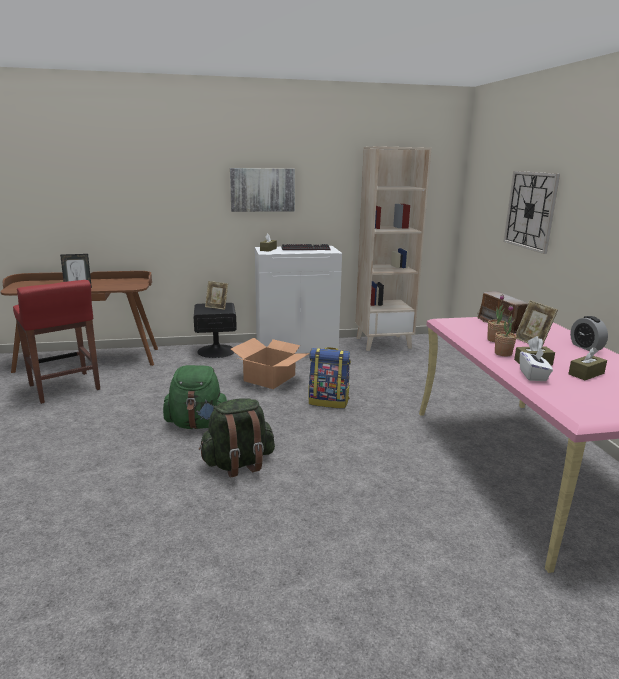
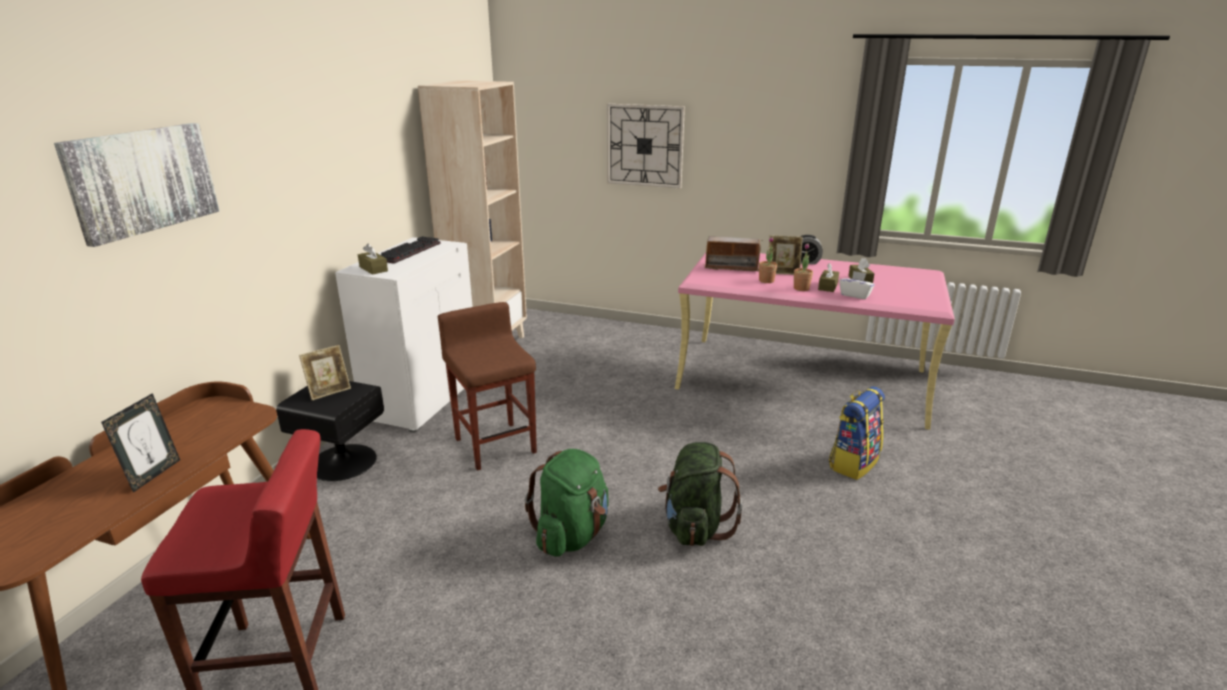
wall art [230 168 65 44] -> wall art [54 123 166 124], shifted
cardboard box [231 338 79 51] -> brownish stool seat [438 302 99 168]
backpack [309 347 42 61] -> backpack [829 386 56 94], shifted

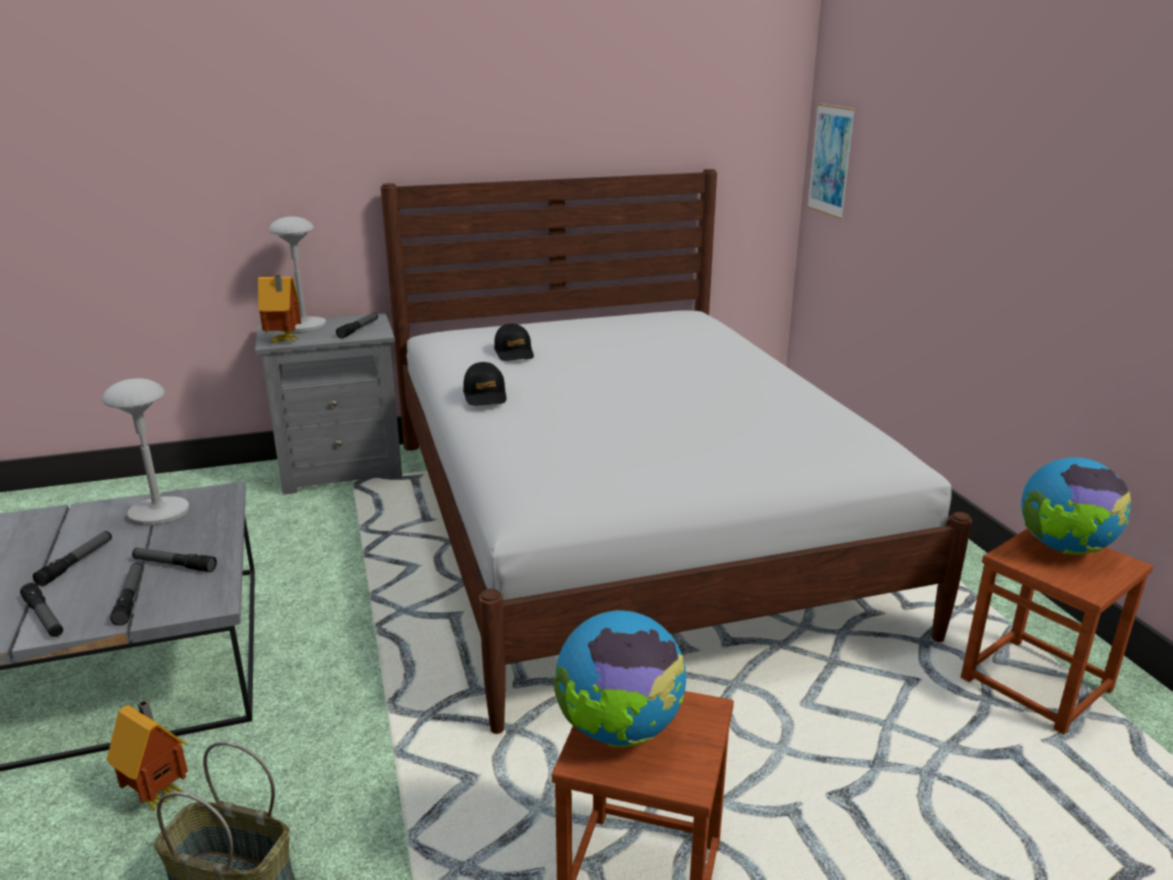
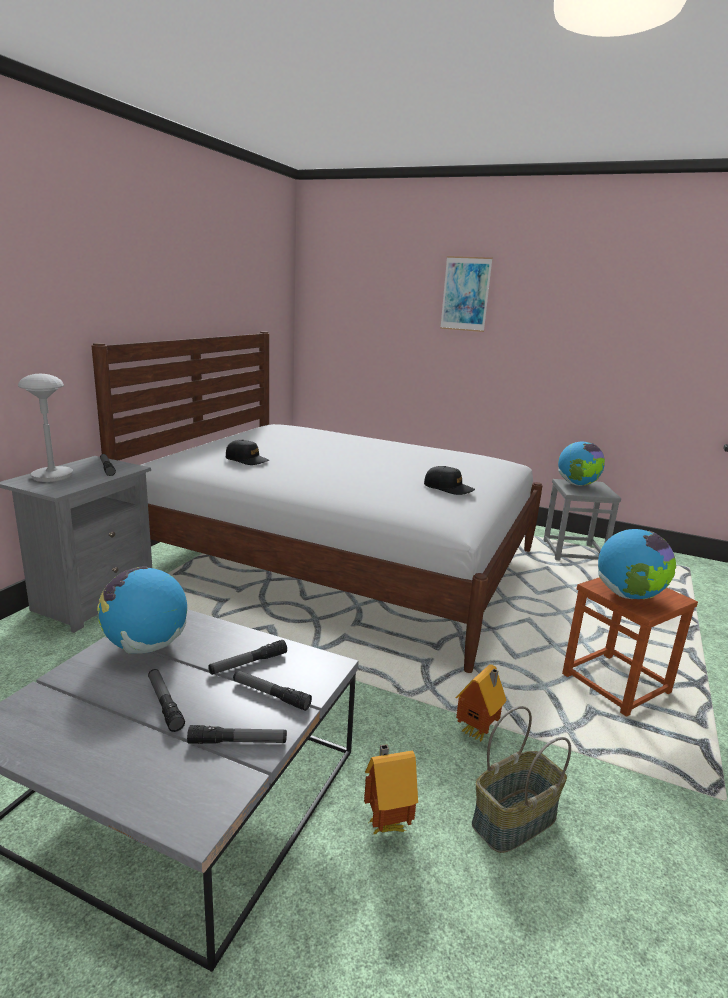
wall art [807 103 49 116] -> wall art [440 256 53 76], shifted
miniature house [258 275 43 68] -> miniature house [455 664 51 77], shifted
blackish cap [463 362 43 44] -> blackish cap [424 466 51 29], shifted
gray tabletop lamp [102 378 87 147] -> globe [97 566 90 88]
brownish stool seat [961 528 192 206] -> gray stool seat [543 479 78 81]

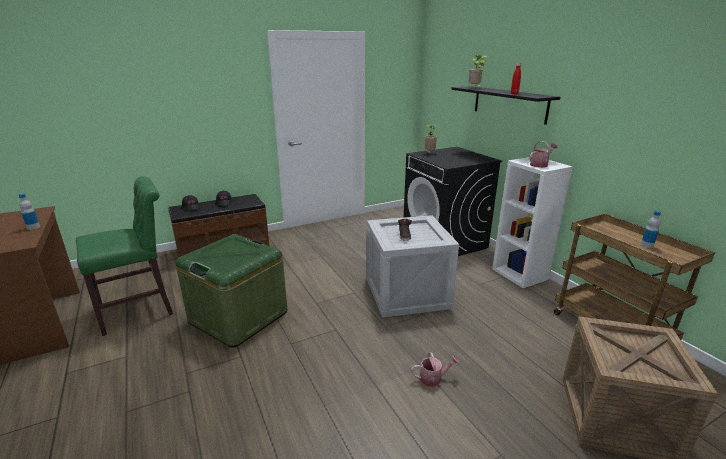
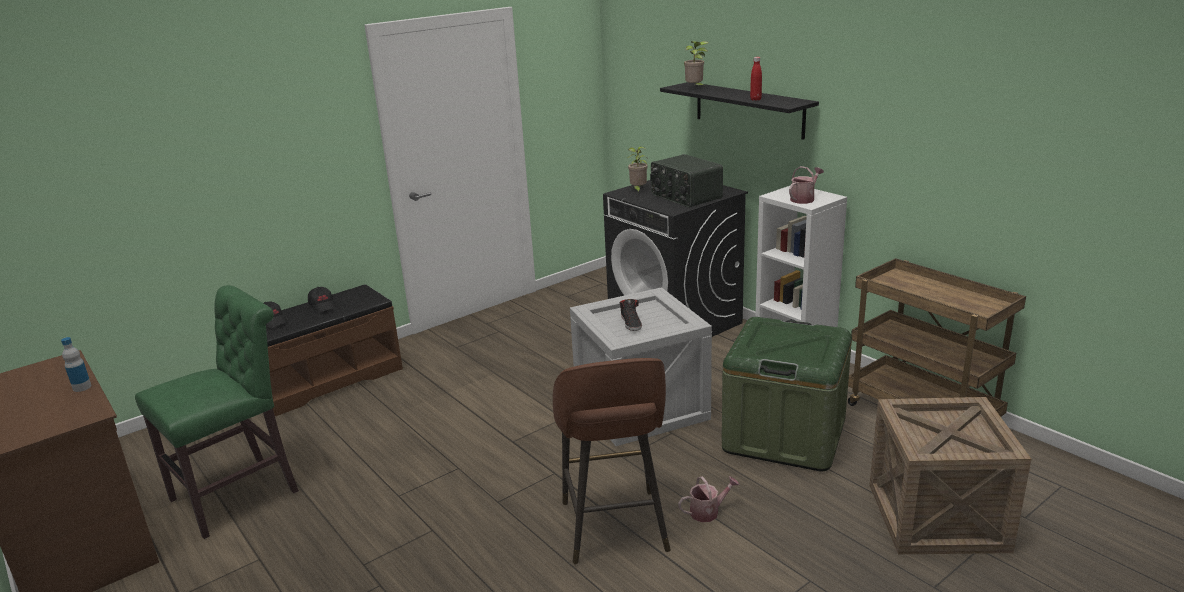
drink bottle [641 210 20 38] -> none
green storage box [176 234 111 113] -> green storage box [722 317 130 155], shifted
none -> radio [650 154 73 53]
none -> brownish stool seat [553 358 118 206]

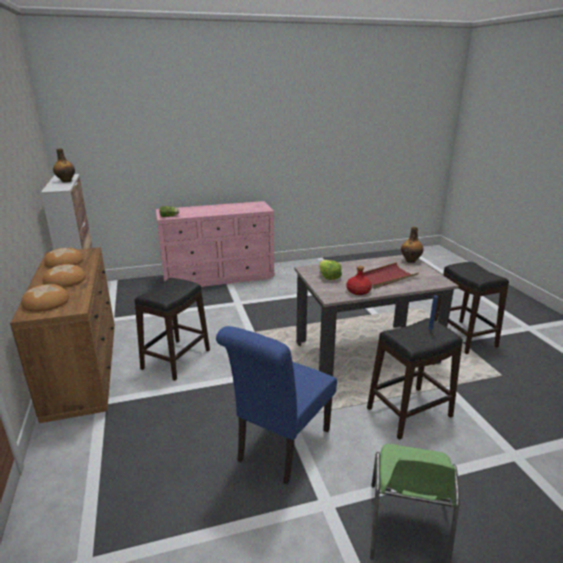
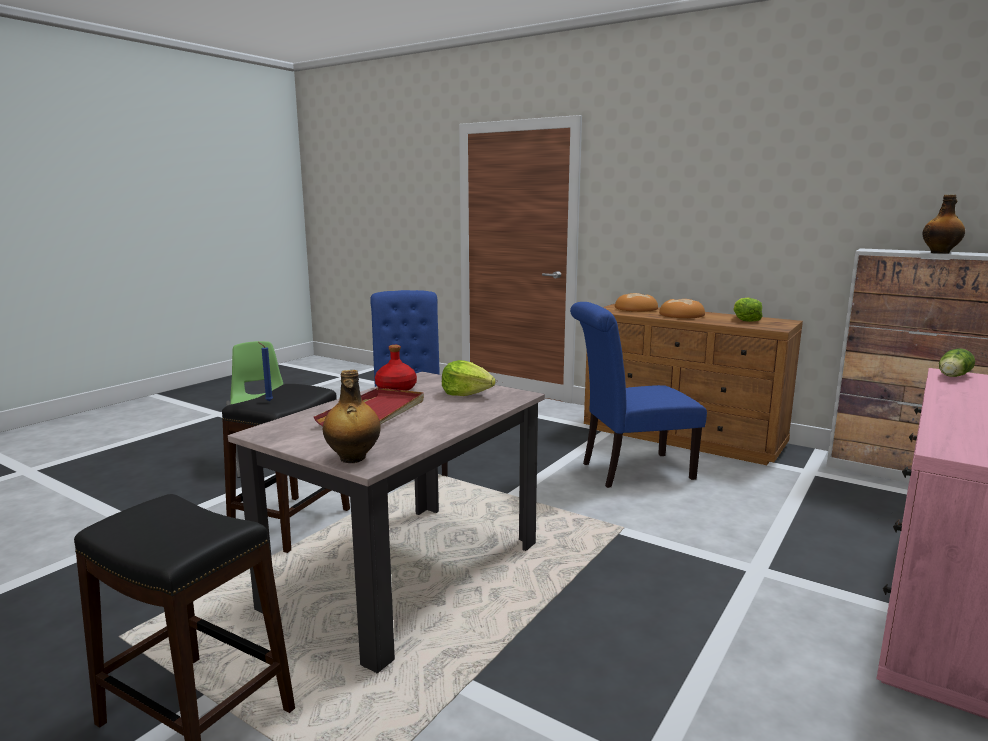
bread [44 248 39 20] -> lettuce [733 298 30 24]
blackish stool seat [135 278 75 103] -> blue chair [570 302 137 186]

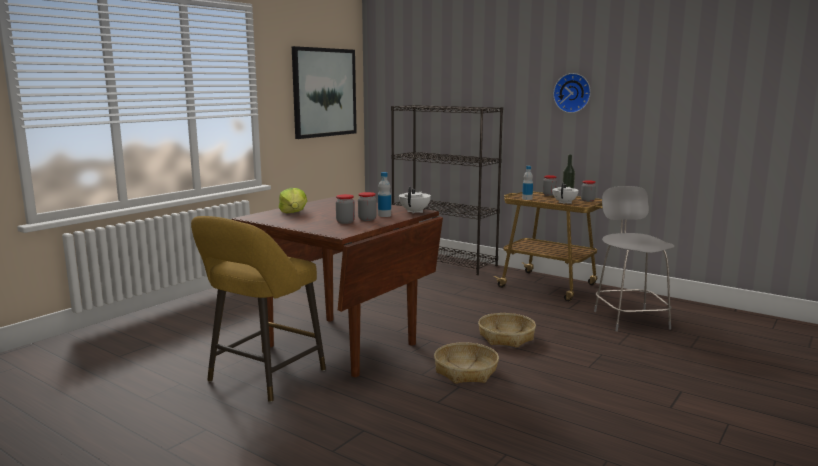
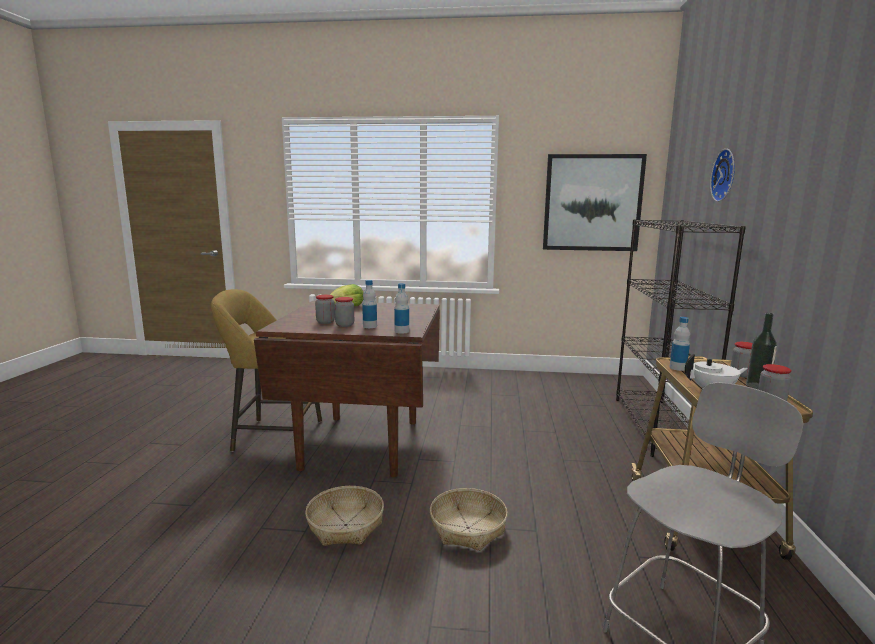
clock on the wall [553 73 38 40] -> clock on the wall [710 149 25 53], shifted
white-coloured pot for tea [399 187 32 27] -> drink bottle [394 283 15 51]

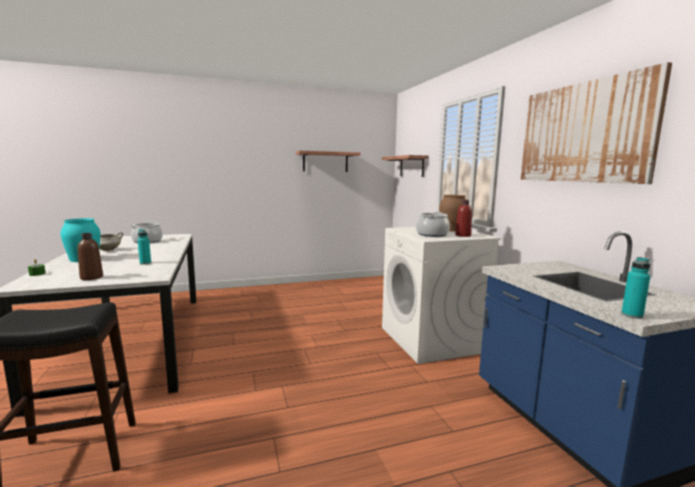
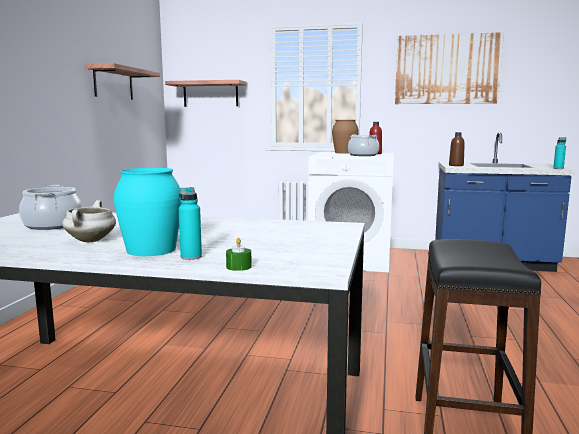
blue-green drink bottle [138 229 13 36] -> blue-green drink bottle [179 187 23 73], shifted
brownish drink bottle [77 233 26 47] -> brownish drink bottle [449 132 16 34], shifted

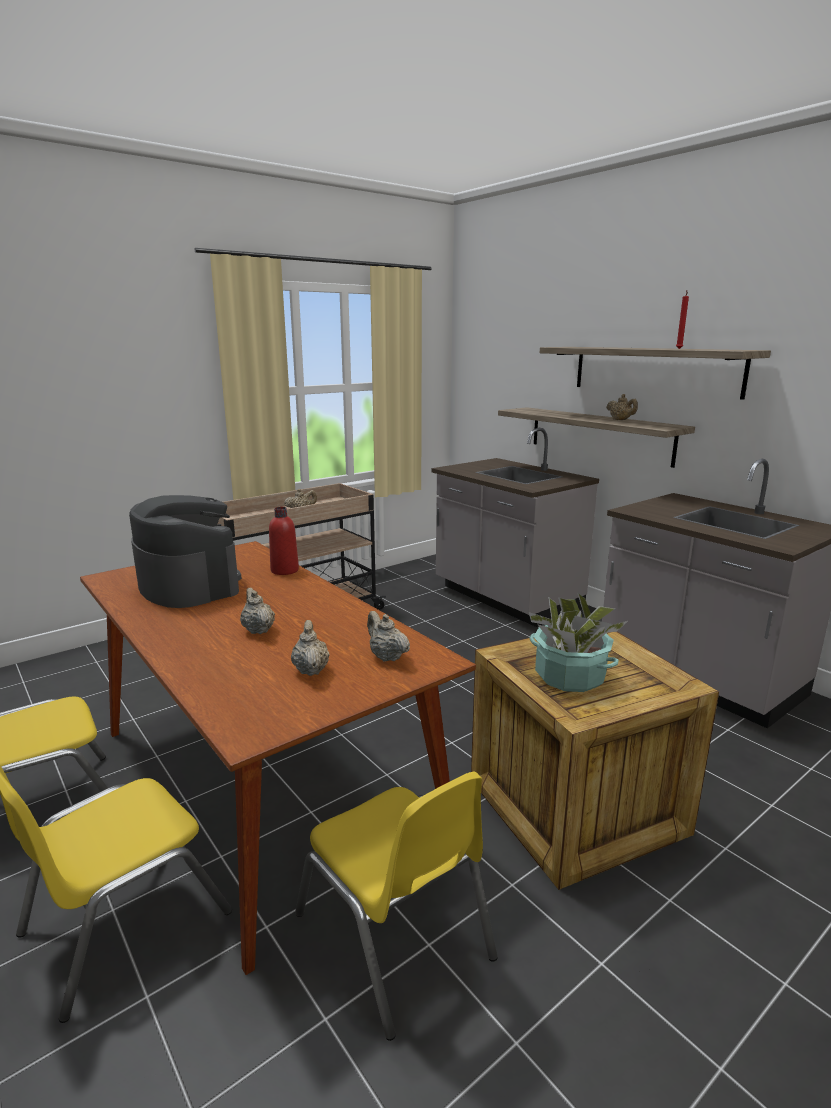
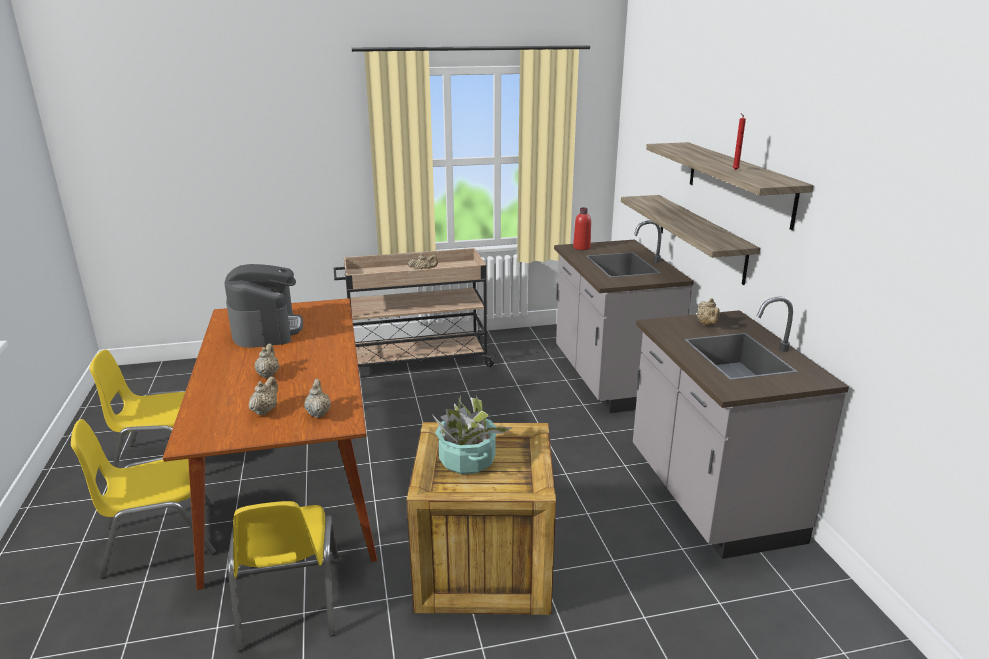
beige-coloured pot for tea [606 394 32 26] -> beige-coloured pot for tea [697 298 23 28], shifted
red drink bottle [269 507 30 68] -> red drink bottle [573 207 18 43], shifted

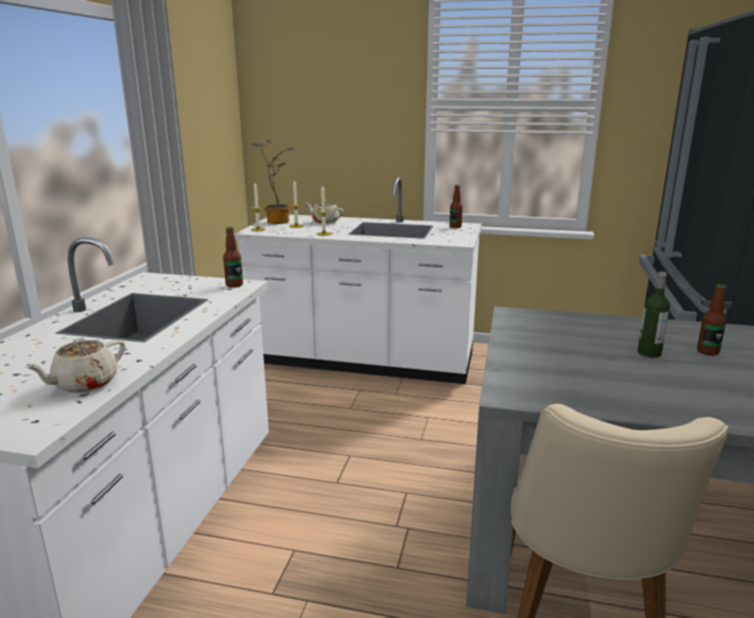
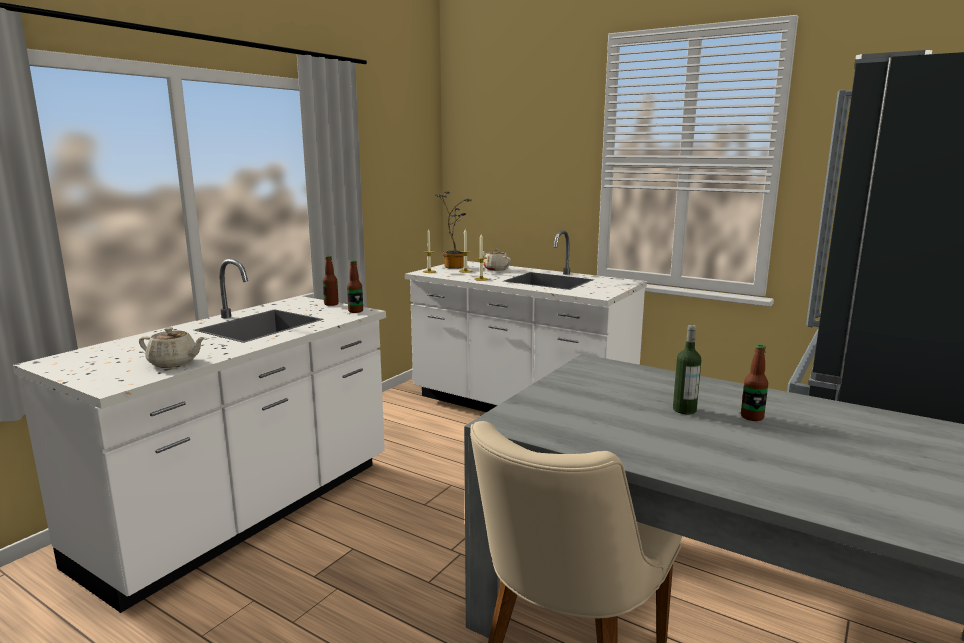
drink bottle [450 185 13 43] -> drink bottle [323 255 16 51], shifted
beige-coloured pot for tea [25 338 100 55] -> beige-coloured pot for tea [139 327 67 41], 135 degrees counterclockwise

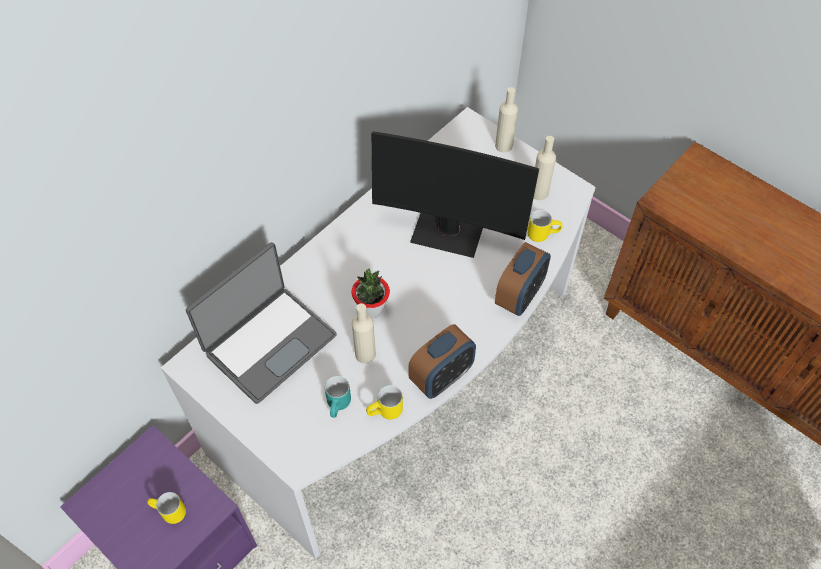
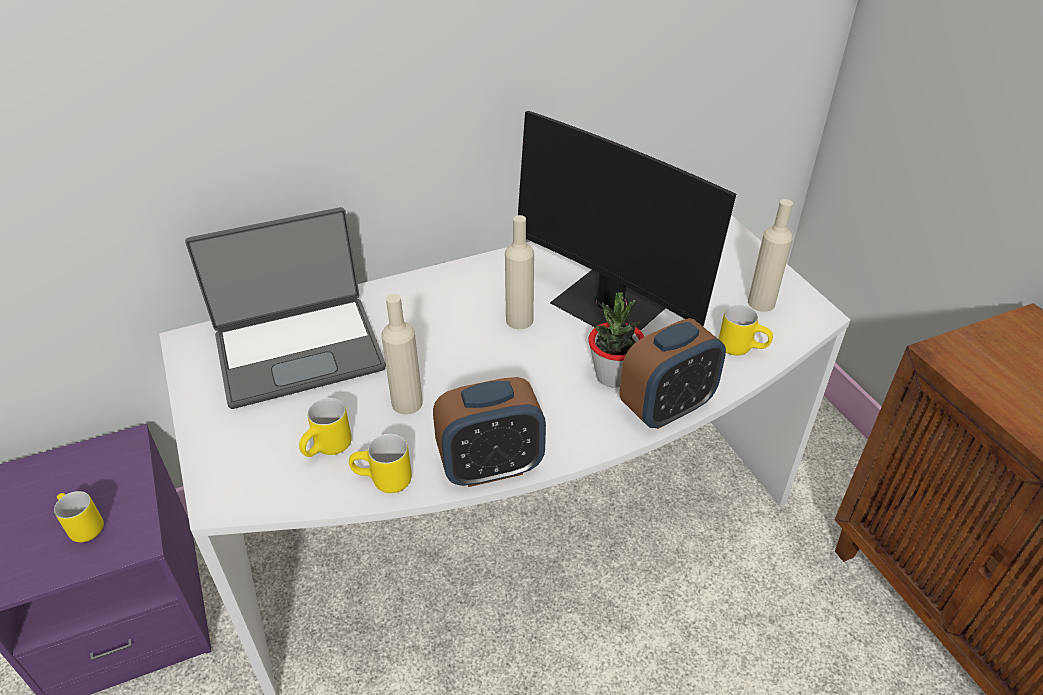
beige-coloured drink bottle [495 87 23 66] -> beige-coloured drink bottle [505 215 29 114], shifted
plant in a pot [352 269 38 49] -> plant in a pot [588 292 56 96], shifted
blue-green coffee mug [325 376 26 42] -> yellowish coffee mug [299 398 53 59]

